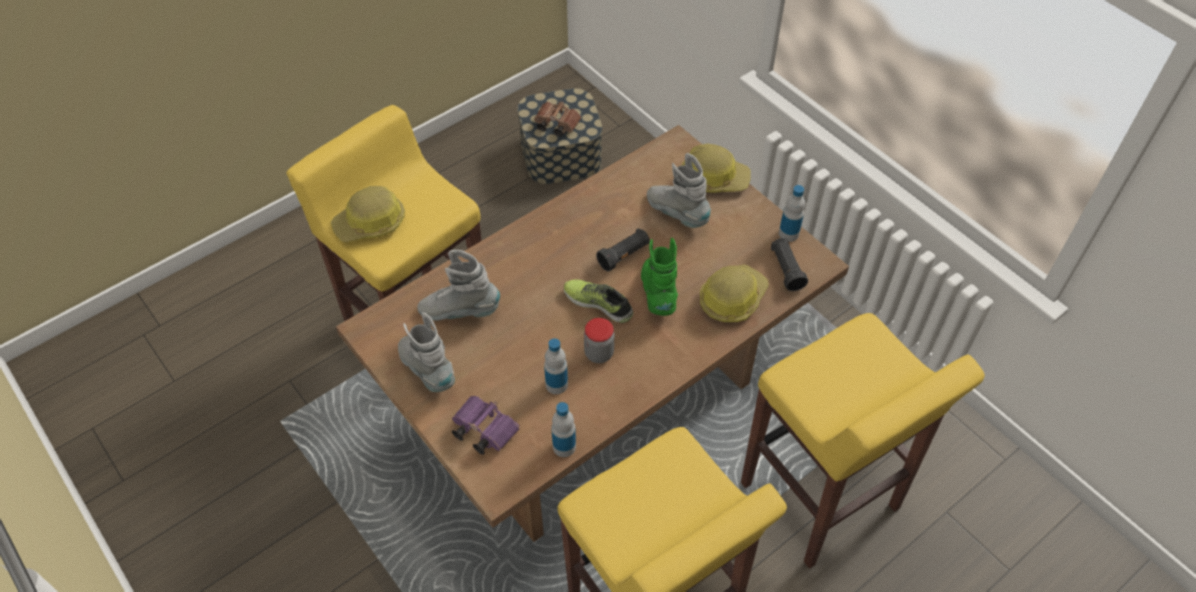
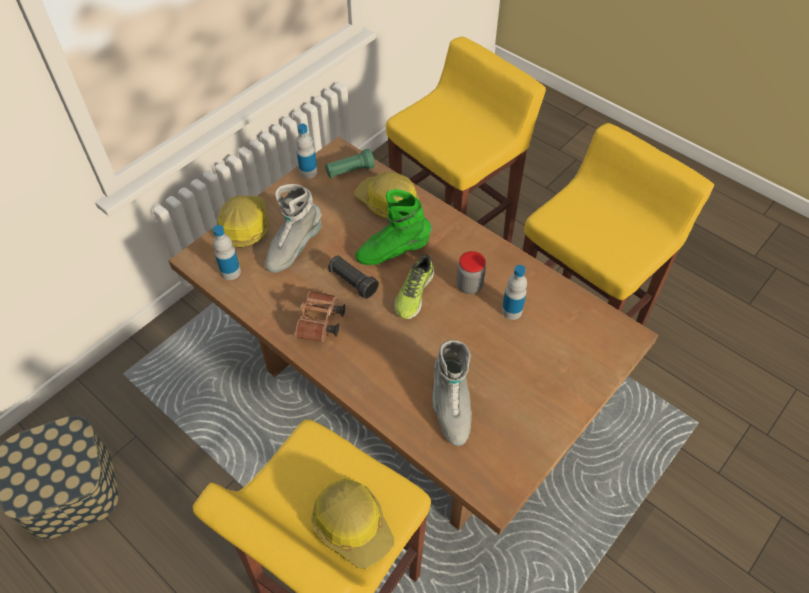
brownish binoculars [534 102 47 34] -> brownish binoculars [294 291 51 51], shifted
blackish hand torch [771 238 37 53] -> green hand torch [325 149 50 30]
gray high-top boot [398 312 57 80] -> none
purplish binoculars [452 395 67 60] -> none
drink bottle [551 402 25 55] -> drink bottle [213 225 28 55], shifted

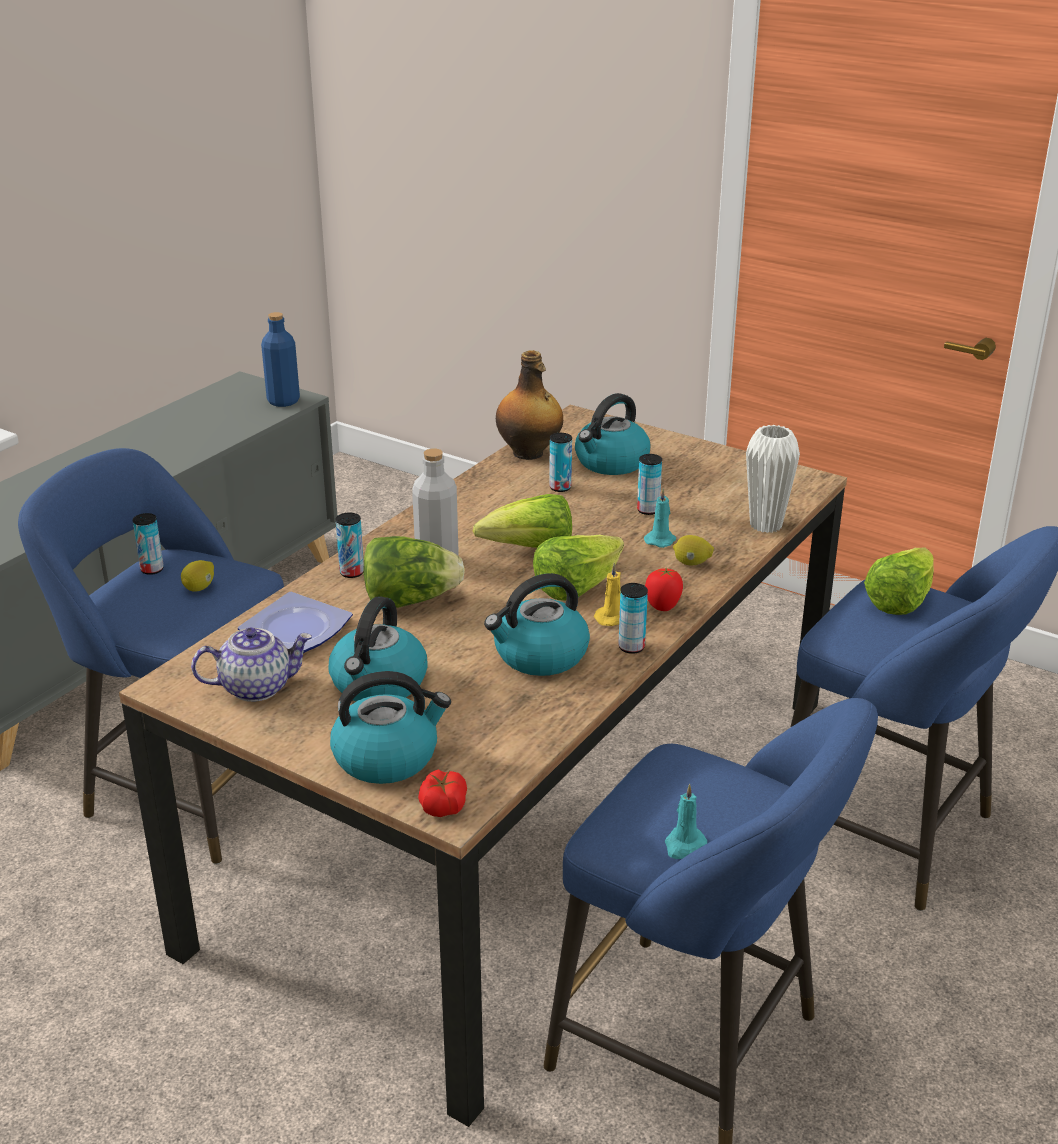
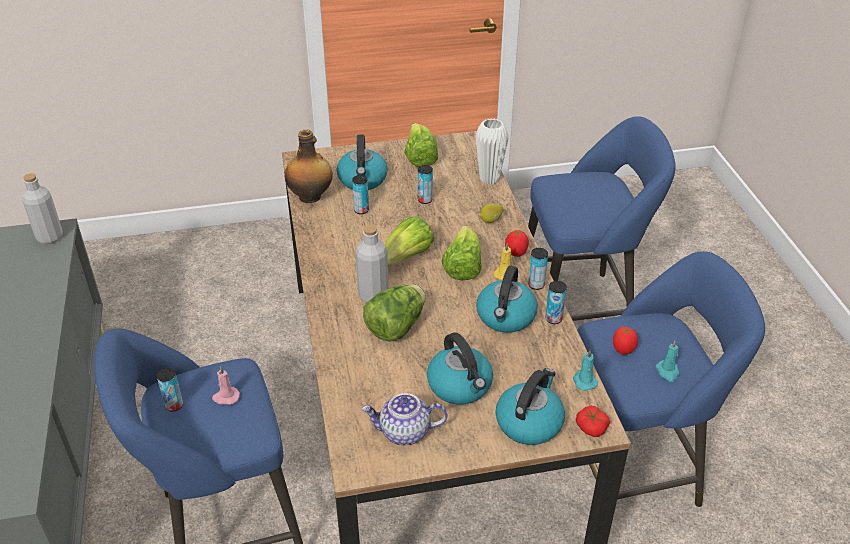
blue drink bottle [261 312 39 95] -> gray drink bottle [22 173 41 71]
blue-green candle [644 488 32 60] -> blue-green candle [573 349 25 42], shifted
can [336 513 28 65] -> can [545 281 22 43], shifted
lettuce [864 548 70 67] -> lettuce [404 123 34 44], shifted
whole lemon [181 560 33 32] -> pink-coloured candle [212 366 28 39]
flat dish [238 592 115 61] -> none
pot for tea [191 627 121 75] -> pot for tea [362 393 85 52], 120 degrees counterclockwise
none -> tomato [613 326 25 29]

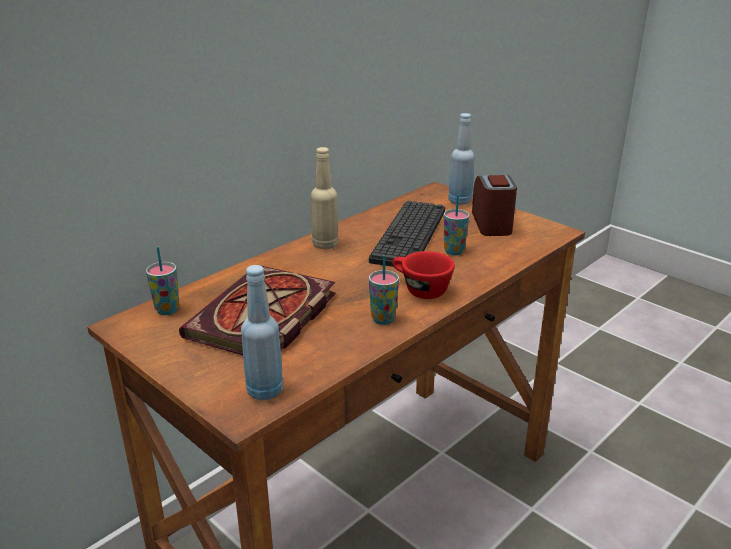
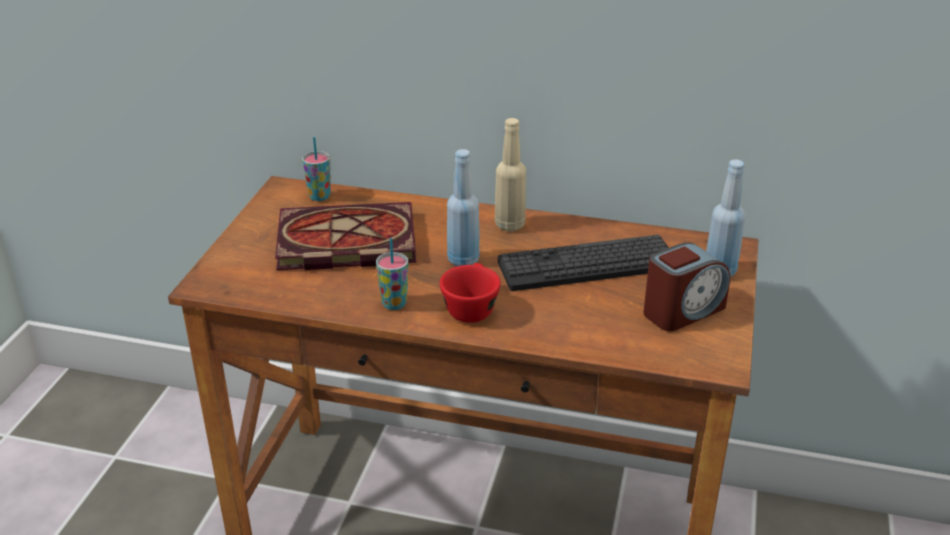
cup [444 194 26 61] -> none
blue drink bottle [241 265 42 135] -> blue drink bottle [447 149 33 117], shifted

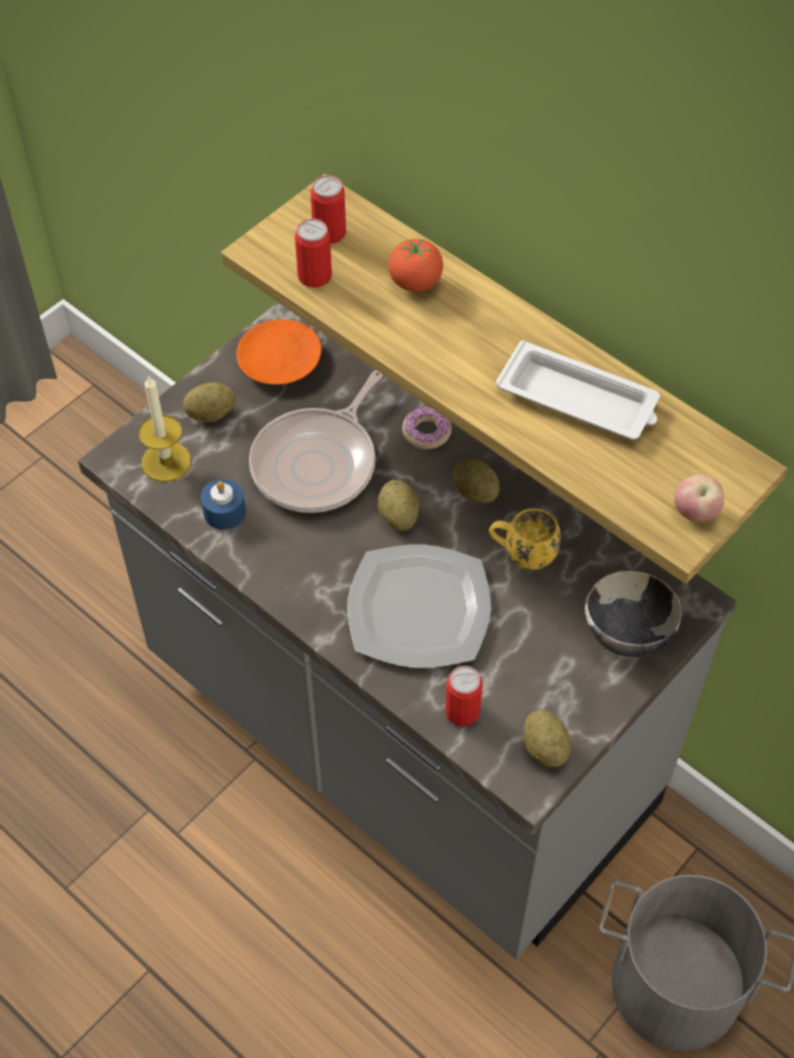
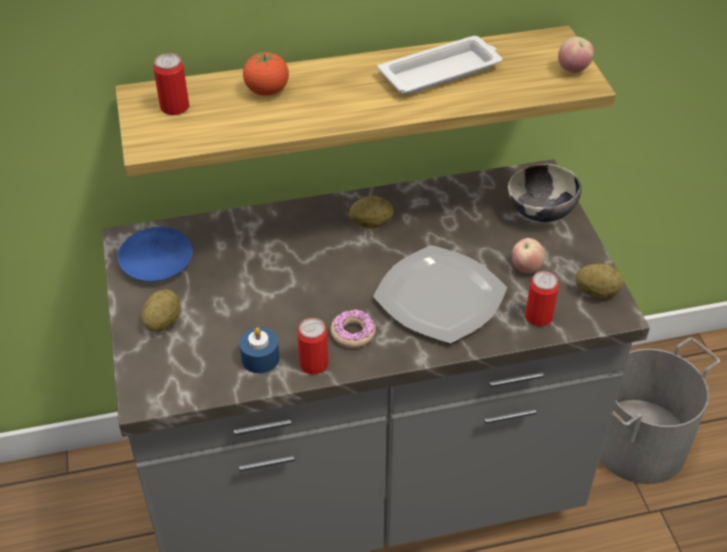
can [295 219 37 68] -> can [297 318 31 57], shifted
orange flat dish [237 319 85 66] -> blue flat dish [118 227 75 55]
skillet [249 370 134 143] -> none
candle [139 375 52 107] -> none
ring doughnut [402 407 50 42] -> ring doughnut [330 309 46 39], shifted
potato [378 480 41 51] -> none
yellowish coffee mug [489 508 72 62] -> none
none -> apple [512 238 33 35]

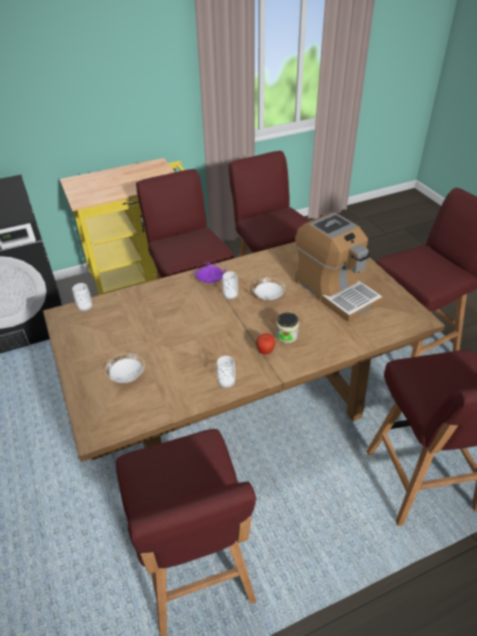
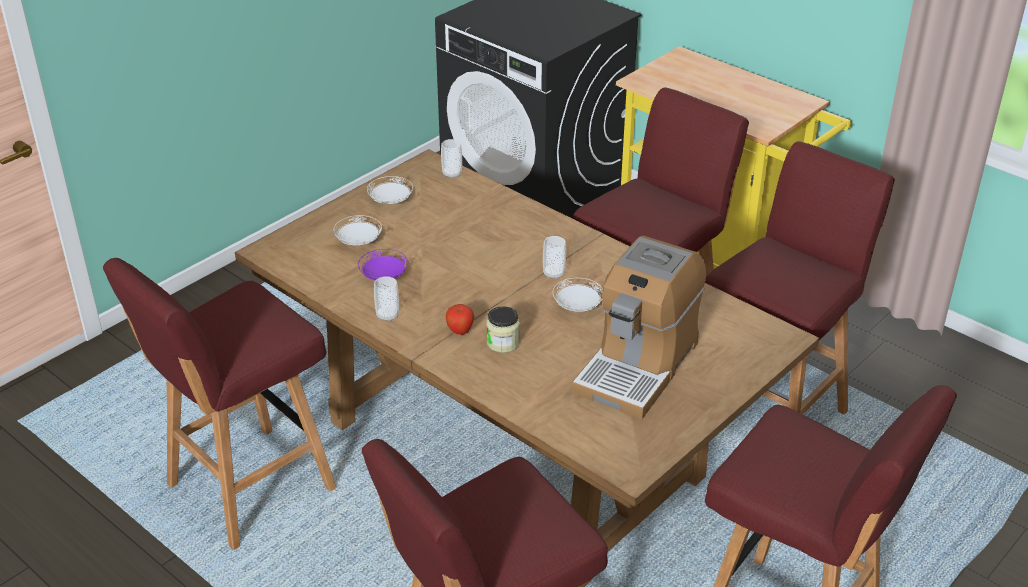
purplish flat dish [194 262 32 21] -> purplish flat dish [358 249 50 32], shifted
none -> white-coloured flat dish [367 176 46 28]

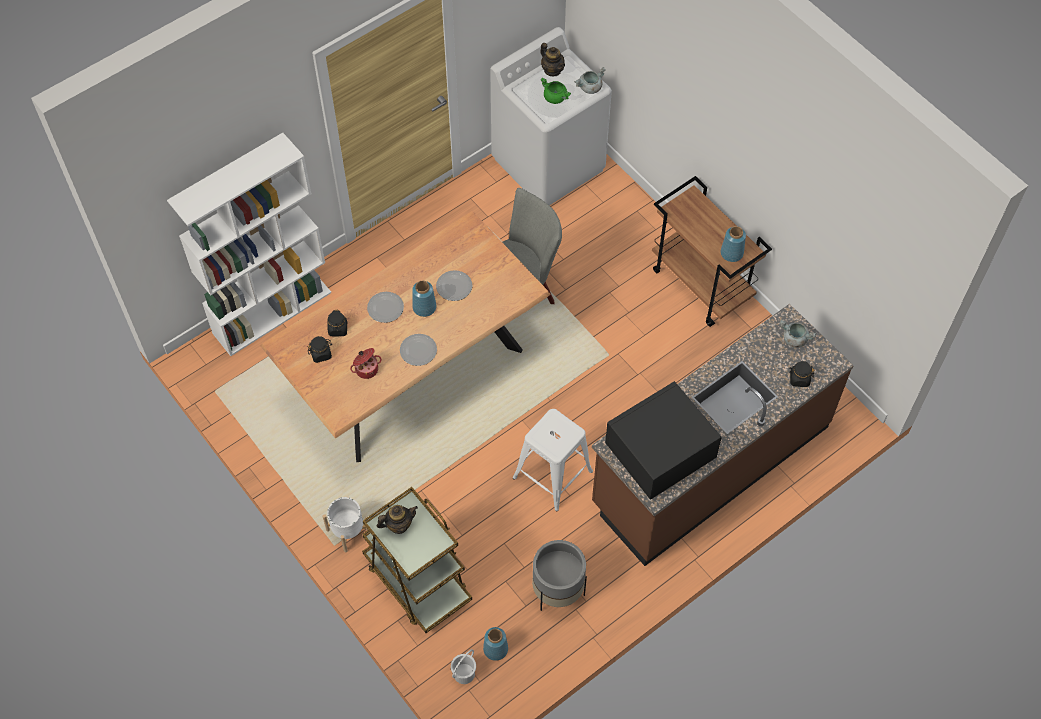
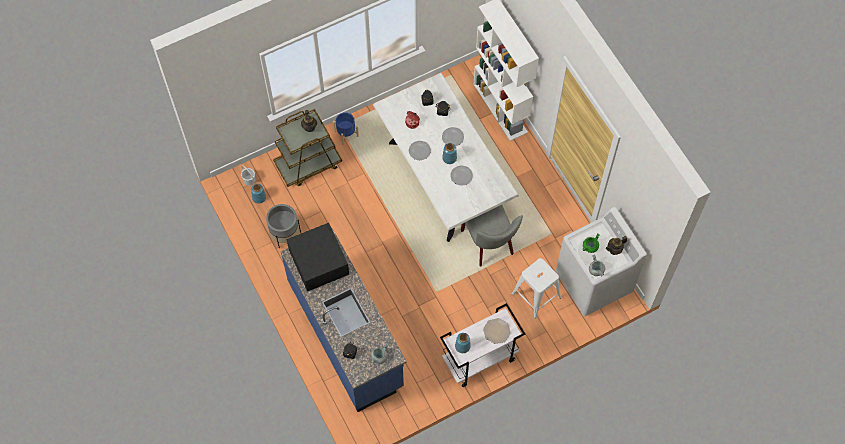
brownish cart [652 176 120 151] -> white-coloured cart [440 303 85 84]
brownish dining table [260 211 291 251] -> white-coloured dining table [373 73 146 169]
brownish kitchen base unit [592 304 262 262] -> blue kitchen base unit [281 227 126 185]
white-coloured stool seat [513 409 80 102] -> white-coloured stool seat [511 258 50 61], shifted
white-coloured plant pot [322 497 47 56] -> blue plant pot [333 112 26 33]
none -> flat dish [483 318 28 26]

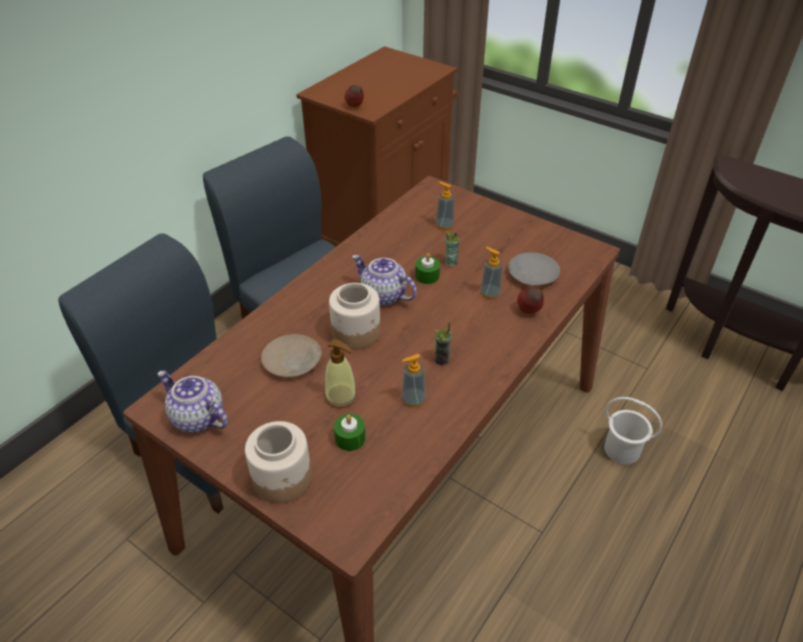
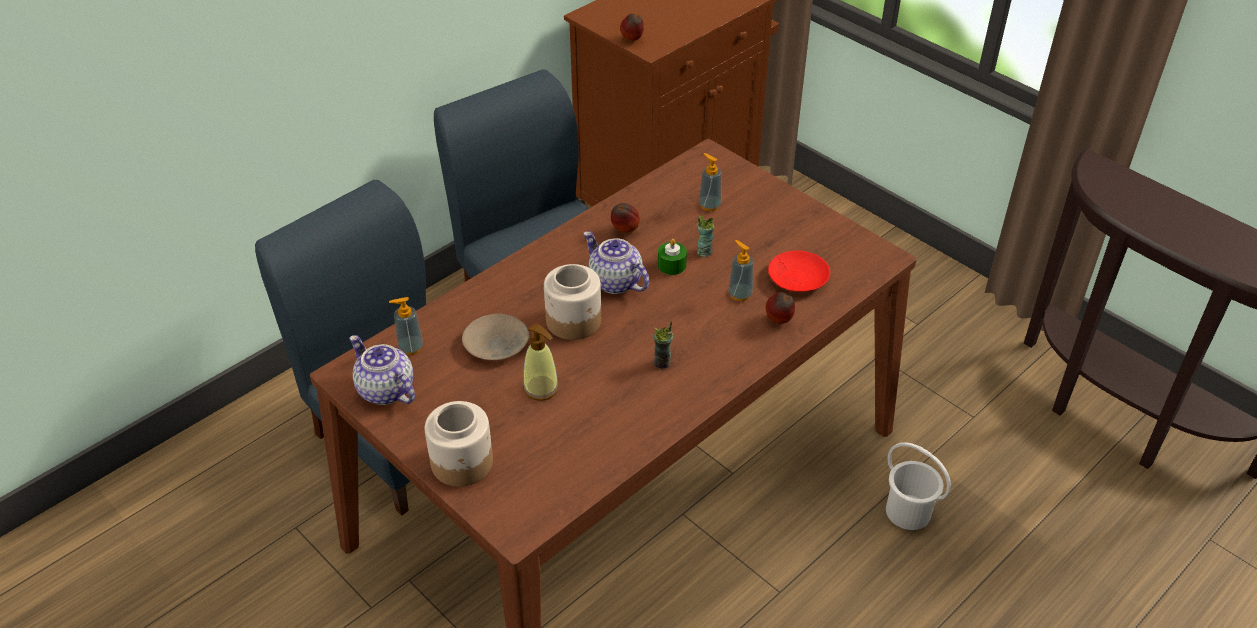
gray flat dish [508 252 52 34] -> red flat dish [768 251 62 41]
soap dispenser [402 354 24 53] -> soap dispenser [389 297 34 58], shifted
green candle [334 414 32 37] -> none
none -> apple [611 203 29 30]

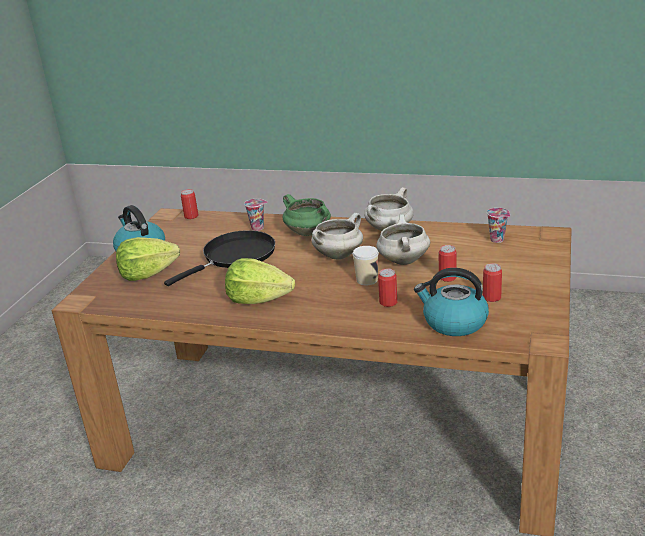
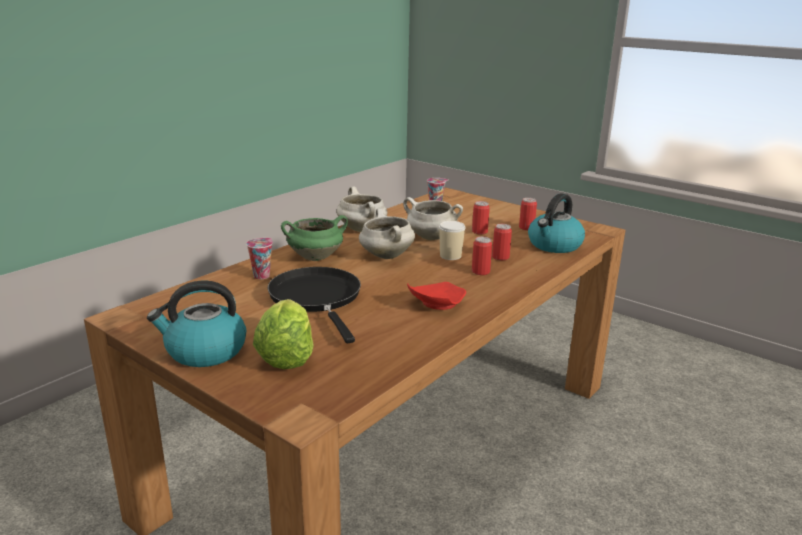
can [181 189 17 30] -> can [472 236 20 39], shifted
lettuce [225 258 70 46] -> red flat dish [407 282 59 28]

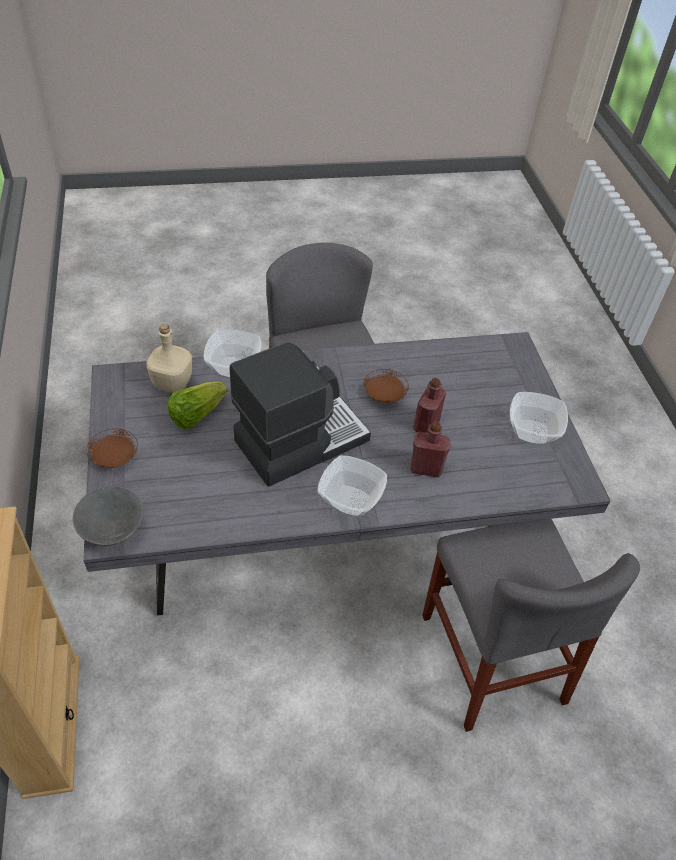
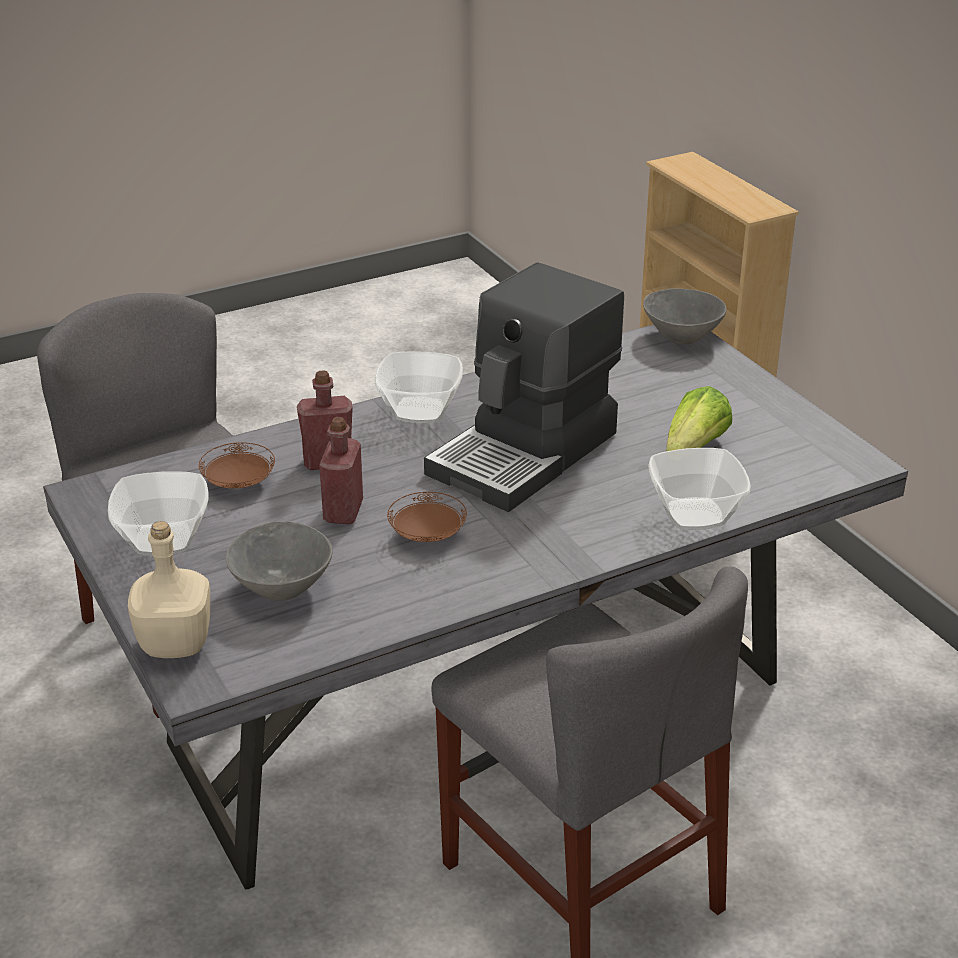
beige-coloured drink bottle [146 324 46 69] -> beige-coloured drink bottle [128 521 82 137], shifted
brownish flat dish [87 428 51 40] -> brownish flat dish [199 442 76 46], shifted
none -> gray serving bowl [226 522 106 79]

